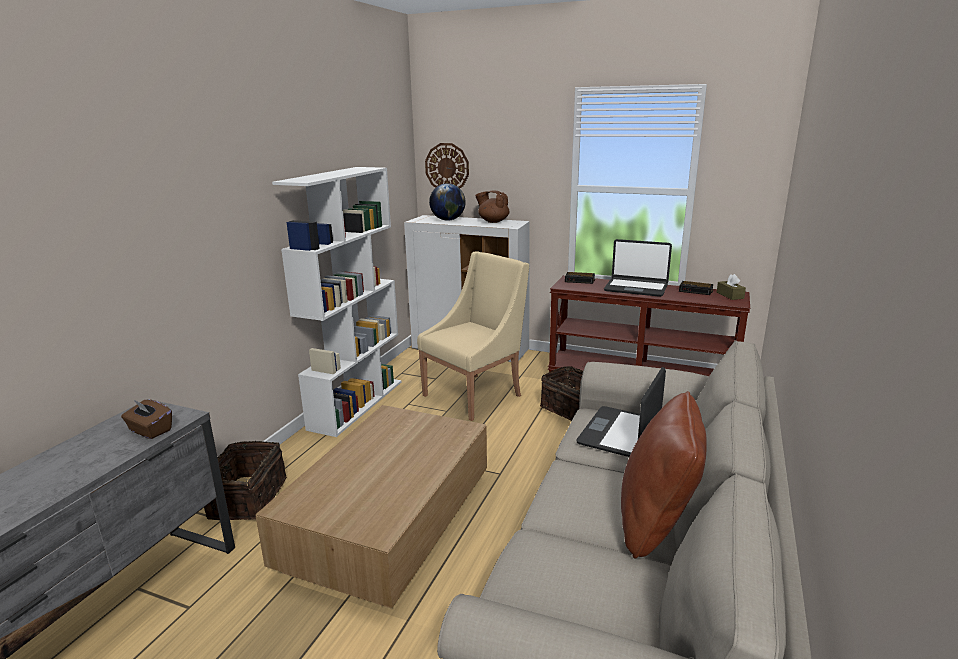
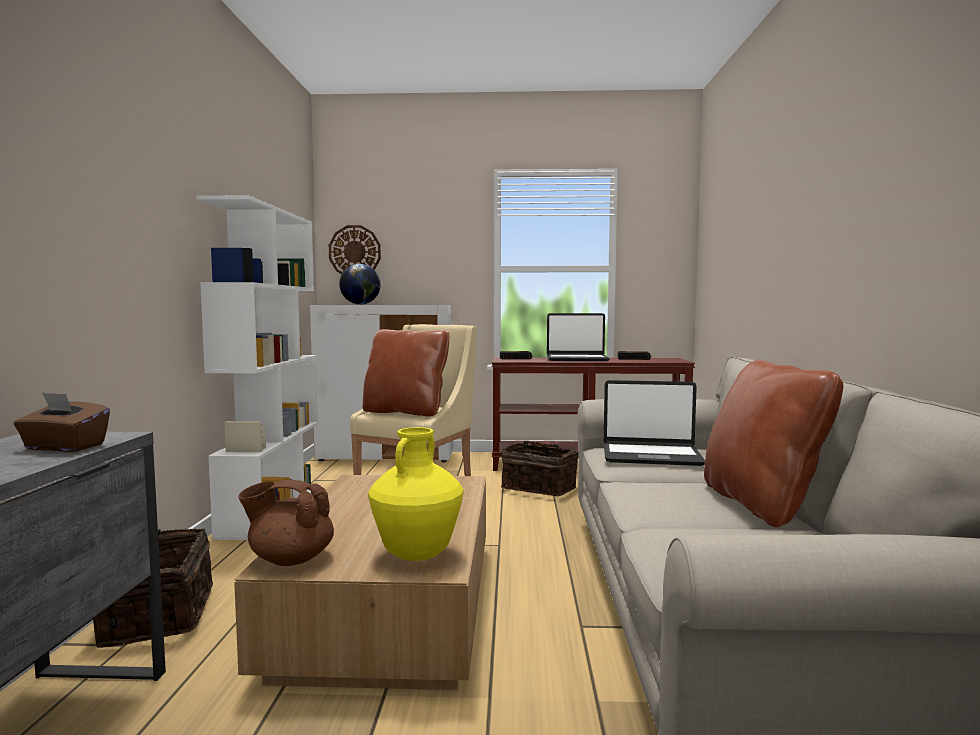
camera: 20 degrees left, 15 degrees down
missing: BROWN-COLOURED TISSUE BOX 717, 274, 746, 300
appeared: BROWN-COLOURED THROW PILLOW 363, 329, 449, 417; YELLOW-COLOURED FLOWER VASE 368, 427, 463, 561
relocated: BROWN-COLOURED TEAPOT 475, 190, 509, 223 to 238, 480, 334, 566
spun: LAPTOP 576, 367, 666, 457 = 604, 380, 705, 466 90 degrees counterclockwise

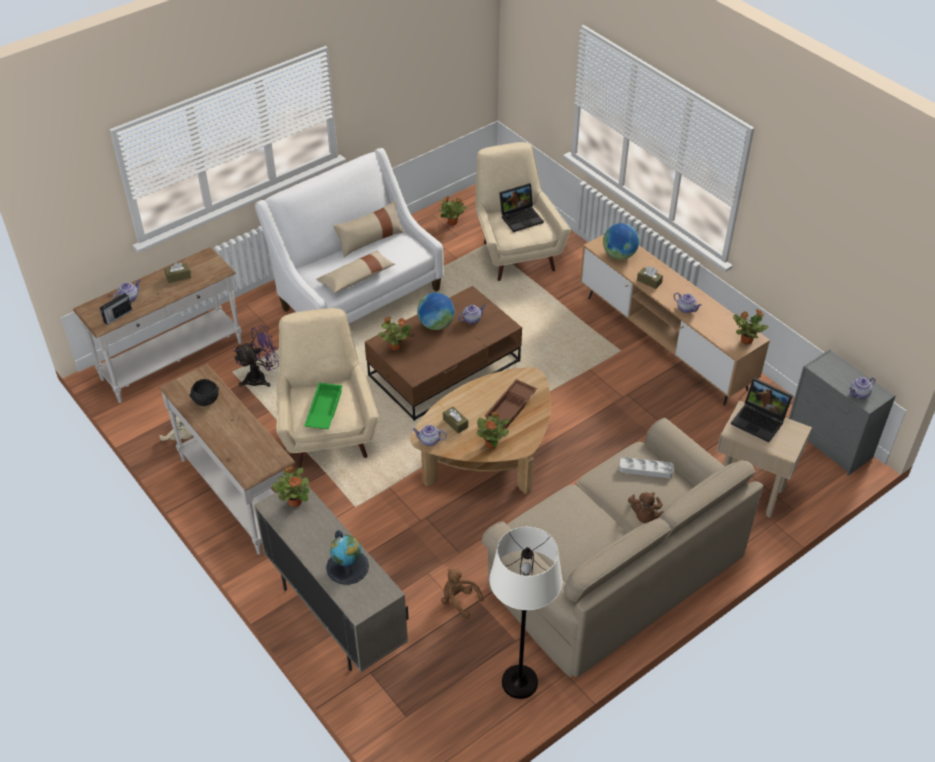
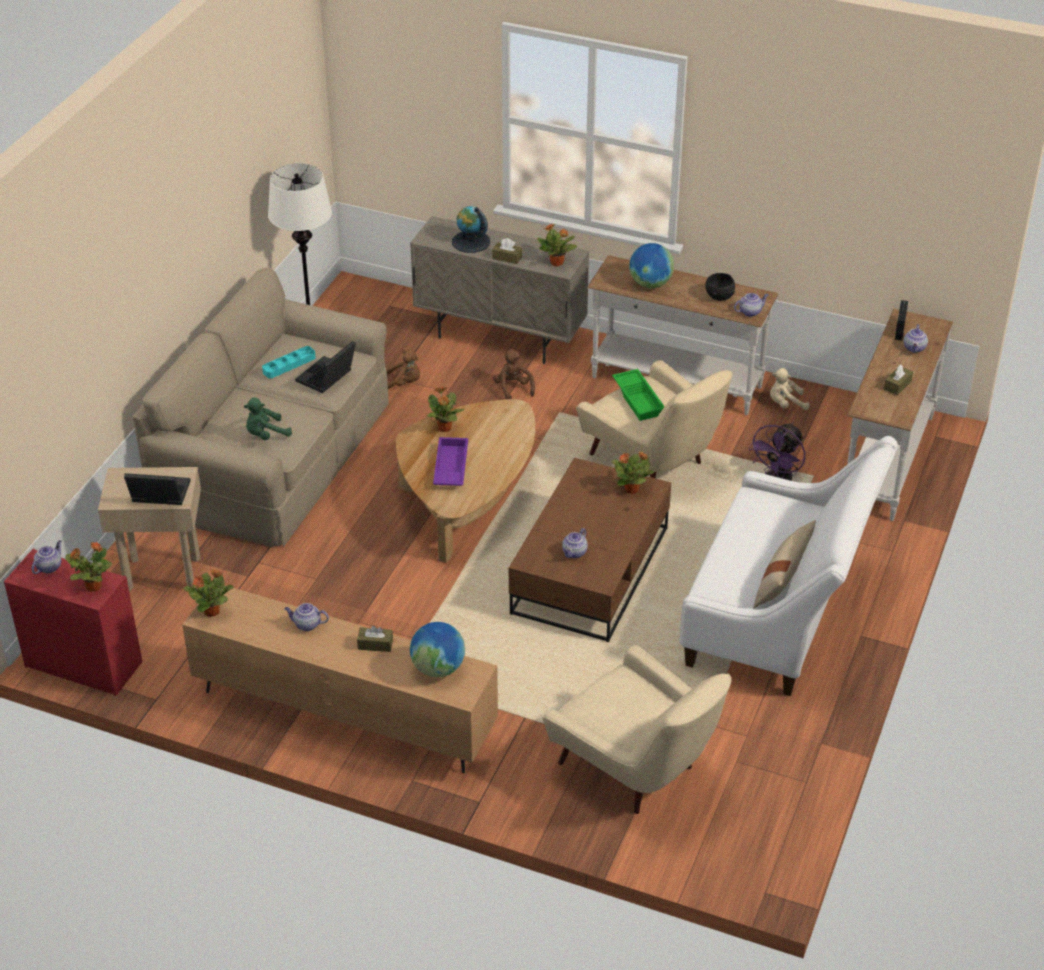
camera: 150 degrees right, 5 degrees down
missing: SAND-COLOURED THROW PILLOW 316, 250, 395, 293
appeared: TURQUOISE SERVING TRAY 262, 346, 316, 378
relocated: PLANT IN A POT 439, 196, 466, 226 to 65, 542, 113, 592; LAPTOP 499, 183, 544, 232 to 295, 341, 356, 393; BROWN-COLOURED TISSUE BOX 443, 407, 468, 433 to 492, 238, 522, 264; BROWN-COLOURED CUDDLY TOY 628, 492, 664, 523 to 493, 349, 535, 399; DESK GLOBE 417, 293, 455, 330 to 629, 243, 674, 288; TEAPOT 413, 425, 447, 446 to 734, 293, 768, 317
exchanged: GREYISH SERVING TRAY 619, 457, 673, 478 to GREEN-COLOURED CUDDLY TOY 244, 397, 292, 440
colour: GREYISH CHEST OF DRAWERS 789, 349, 896, 476 to RED-COLOURED CHEST OF DRAWERS 4, 549, 142, 696; BROWN-COLOURED SERVING TRAY 485, 379, 537, 429 to PURPLE-COLOURED SERVING TRAY 433, 437, 468, 486

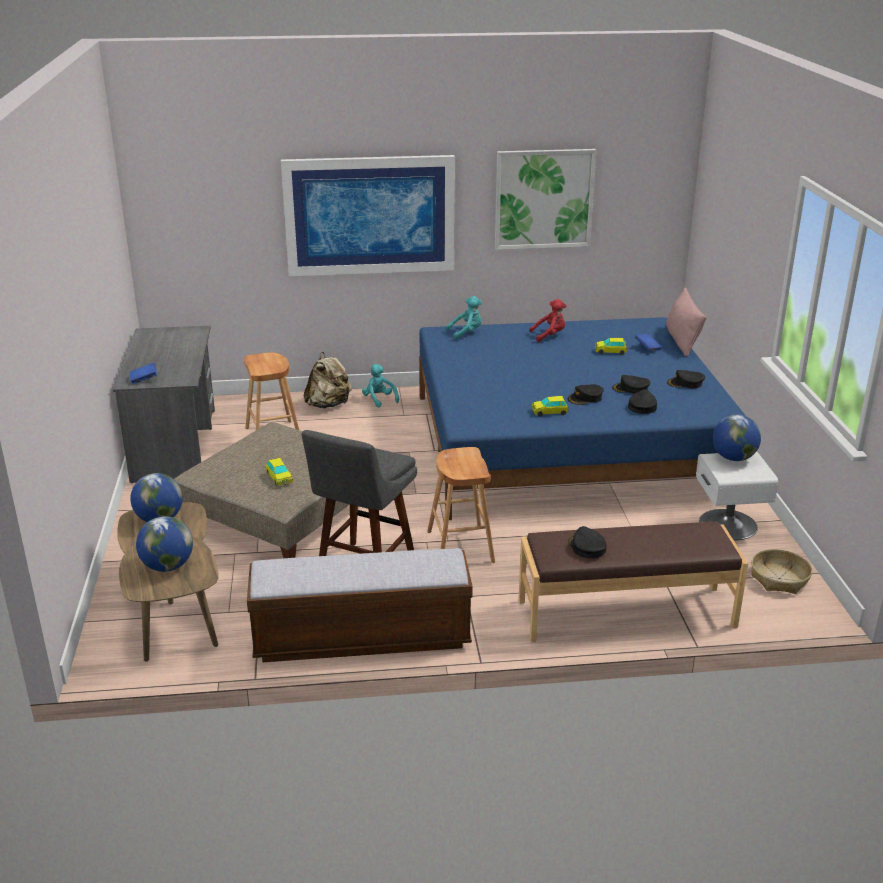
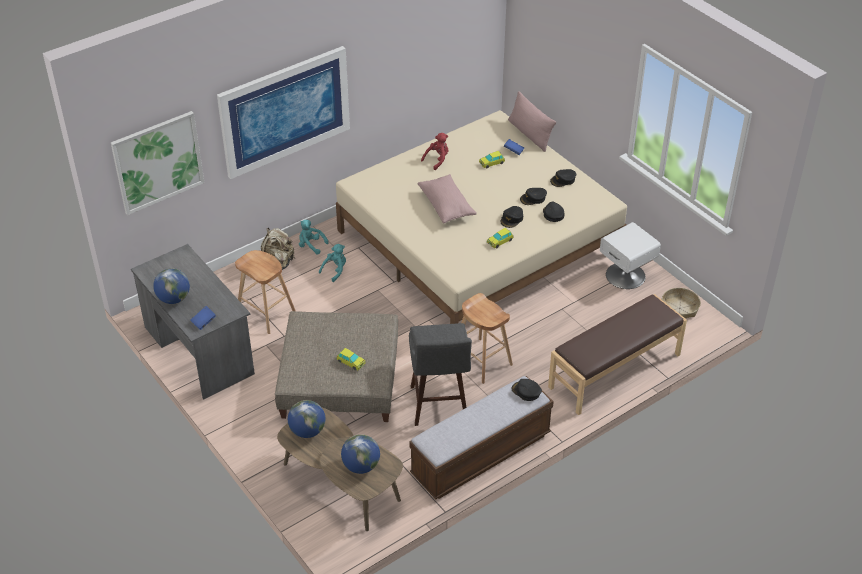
camera: 30 degrees left, 15 degrees up
appeared: PINKISH THROW PILLOW 418, 174, 477, 224
relocated: PICTURE 495, 149, 597, 250 to 111, 111, 205, 215; DESK GLOBE 713, 415, 761, 461 to 153, 268, 190, 304; TURQUOISE CUDDLY TOY 446, 296, 482, 340 to 319, 244, 346, 282; BLACK CAP 568, 526, 606, 558 to 512, 379, 542, 401
colour: BLUE-COLOURED BEDROOM BED 419, 317, 746, 520 to SAND-COLOURED BEDROOM BED 336, 110, 627, 324

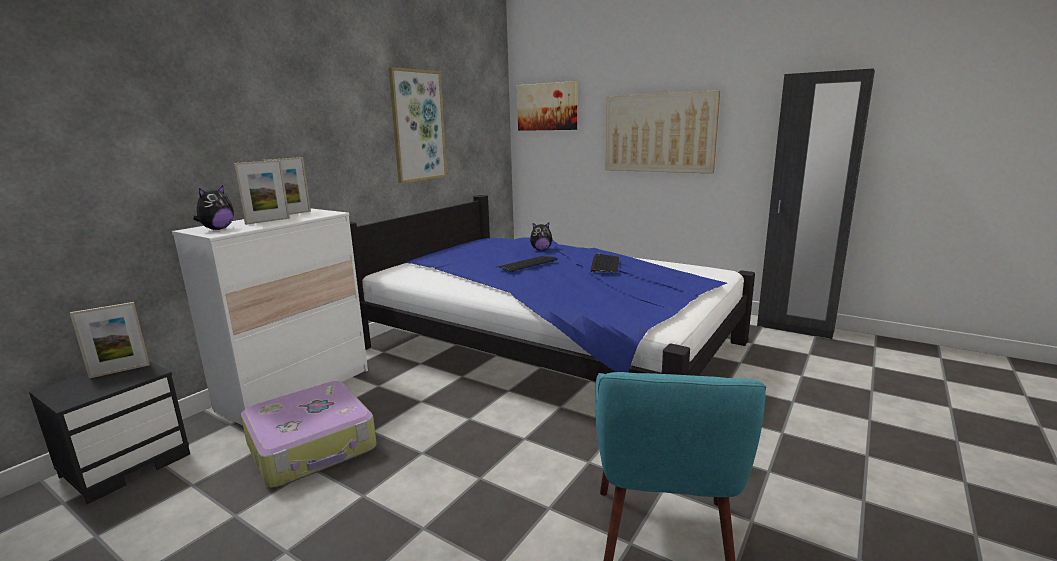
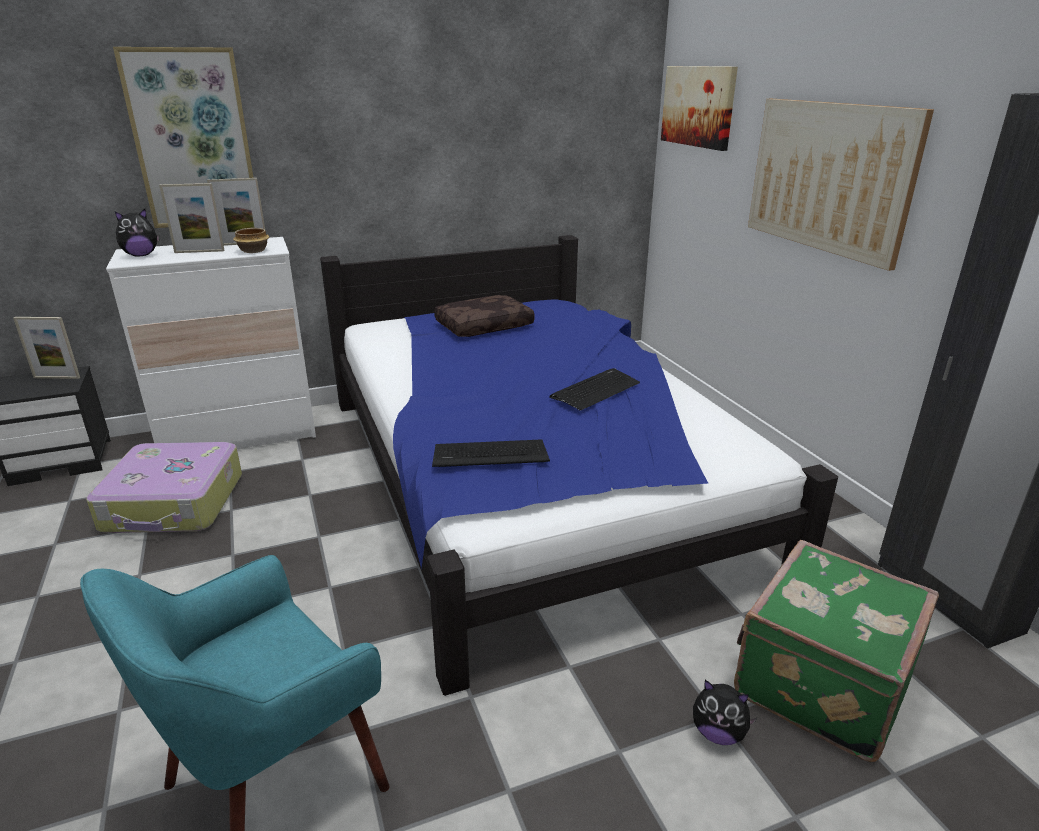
camera: 35 degrees right, 10 degrees up
appeared: BOWL 233, 228, 269, 253; BROWN-COLOURED THROW PILLOW 434, 295, 535, 337; GREEN-COLOURED TRAVEL CASE 734, 540, 939, 762
relocated: PICTURE 389, 67, 447, 183 to 113, 47, 254, 228; PC KEYBOARD 497, 256, 558, 272 to 432, 439, 550, 467; CUDDLY TOY 530, 222, 553, 250 to 693, 680, 757, 745

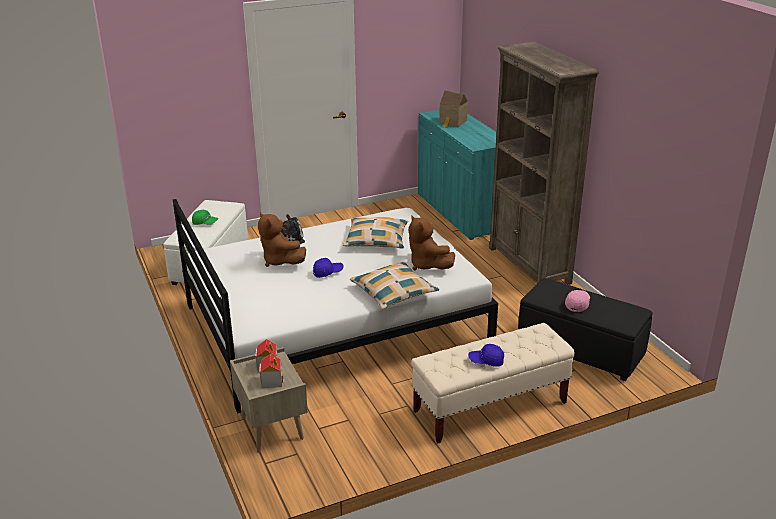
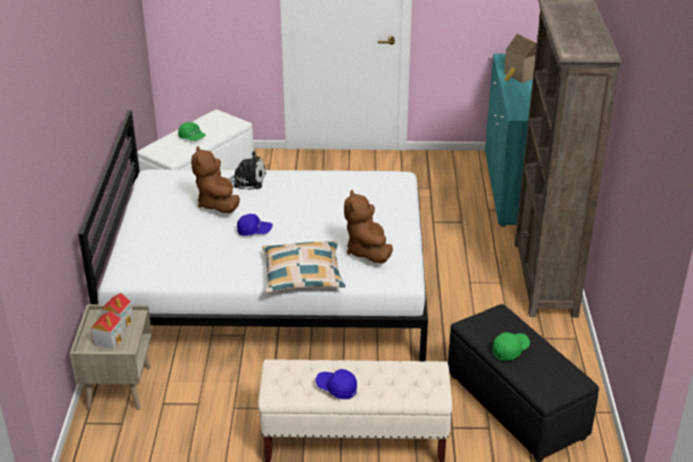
camera: 25 degrees right, 5 degrees up
missing: THROW PILLOW 343, 218, 408, 248
colour: PINKISH CAP 565, 290, 590, 312 to GREEN-COLOURED CAP 492, 332, 530, 361

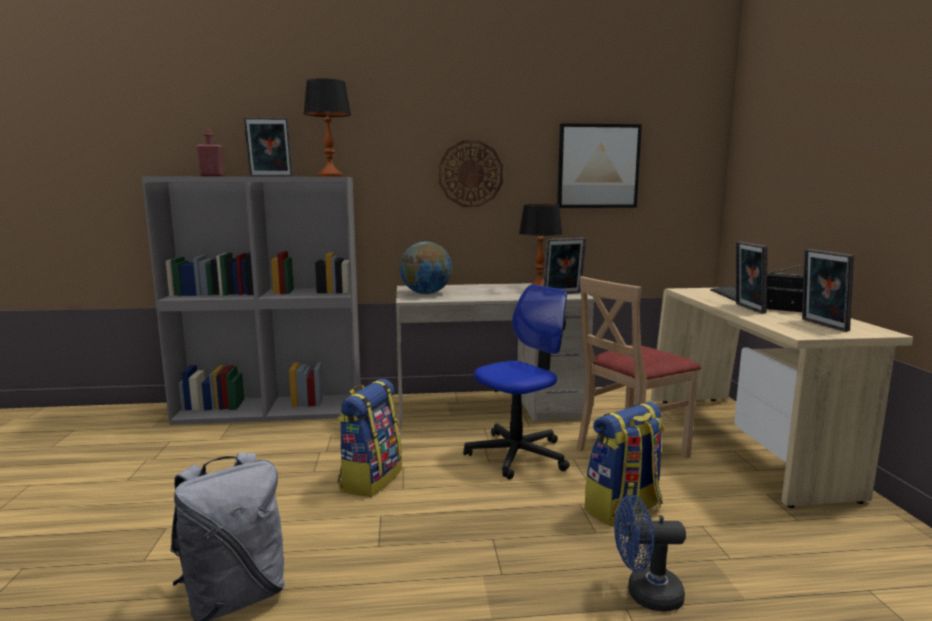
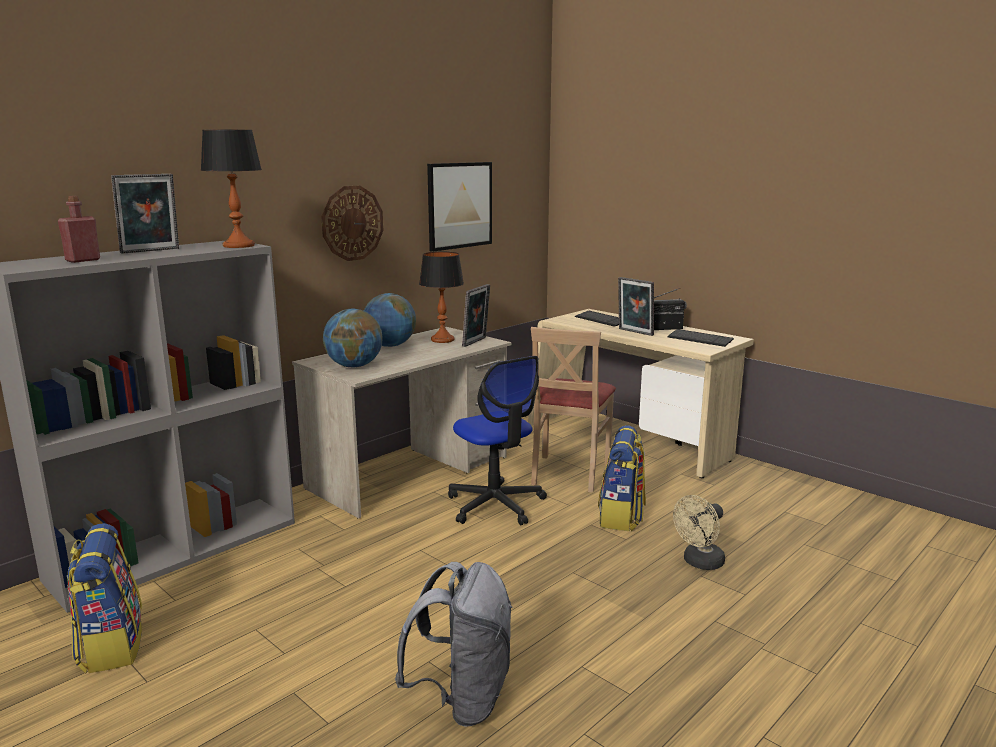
camera: 40 degrees left, 5 degrees up
appeared: DESK GLOBE 364, 293, 416, 347
relocated: BACKPACK 338, 379, 402, 497 to 67, 523, 142, 674
exchanged: STANDING FRAME 802, 249, 854, 332 to PC KEYBOARD 667, 329, 734, 347
colour: BLUE-COLOURED FAN 614, 495, 686, 611 to SAND-COLOURED FAN 673, 495, 725, 570
spun: OFFICE CHAIR 463, 284, 570, 480 = 448, 356, 547, 525 135 degrees clockwise

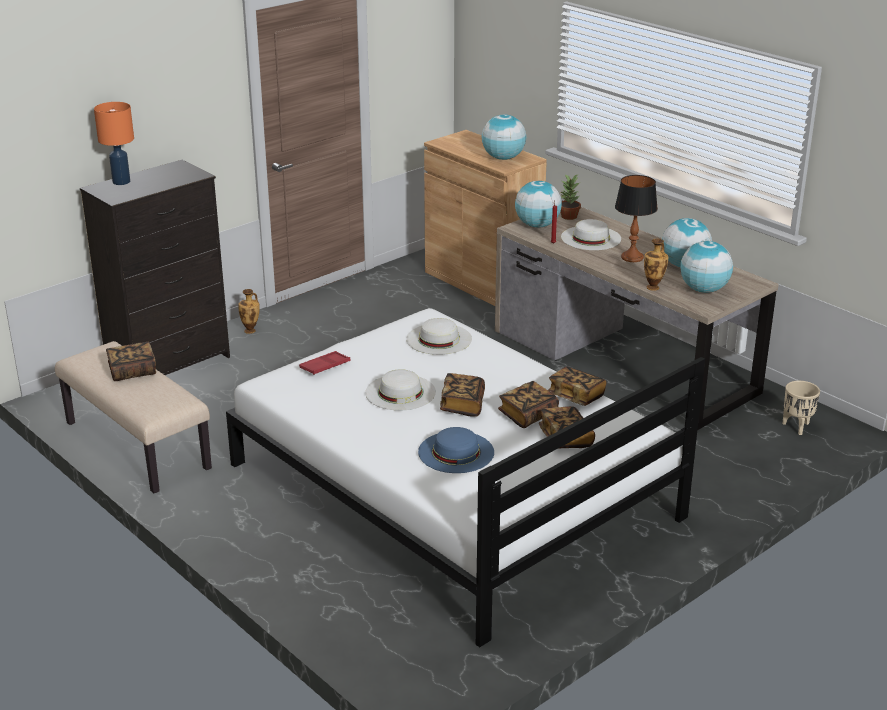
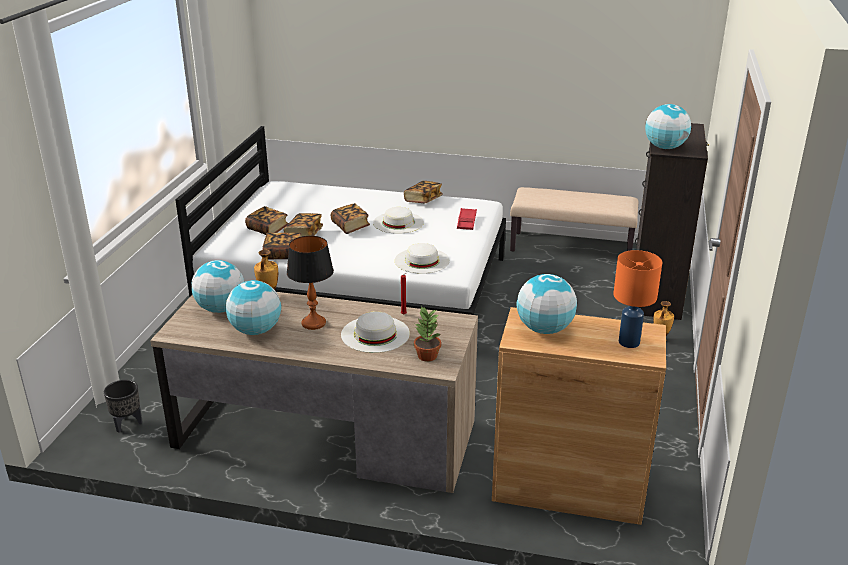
camera: 145 degrees right, 0 degrees up
missing: BLUE-COLOURED WEARABLE HAT 418, 427, 494, 473
relocated: BOUND BOOK 106, 342, 156, 381 to 404, 181, 443, 203; ORANGEY TABLE LAMP 94, 102, 134, 185 to 613, 250, 662, 348; DESK GLOBE 515, 181, 562, 228 to 645, 104, 691, 149
colour: SAND-COLOURED FLOWER POT 782, 381, 820, 435 to BLACK FLOWER POT 104, 380, 142, 433

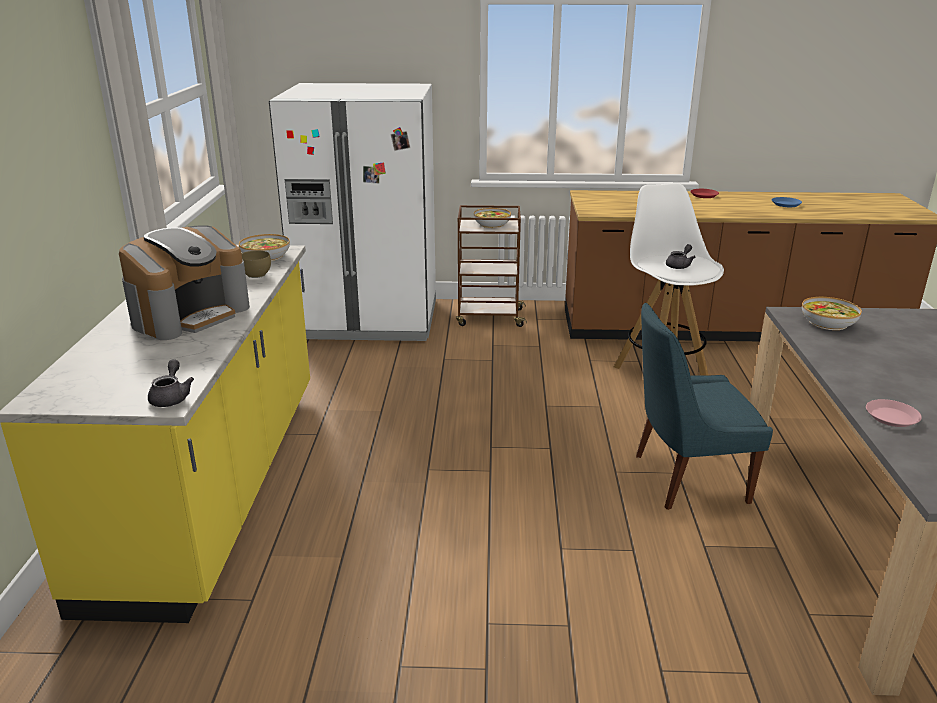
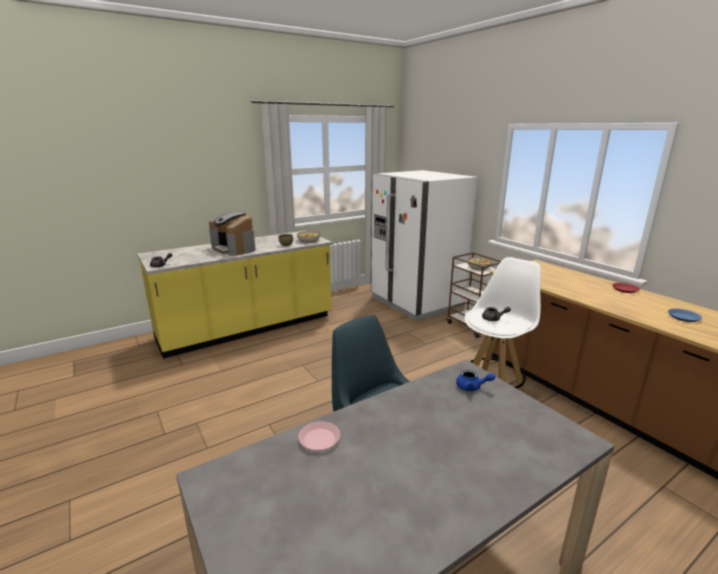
camera: 55 degrees right, 5 degrees down
exchanged: BOWL 802, 297, 862, 330 to BLUE-COLOURED TEAPOT 456, 370, 495, 391
spun: COFFEE MAKER 119, 225, 250, 340 = 209, 212, 256, 256 45 degrees clockwise

